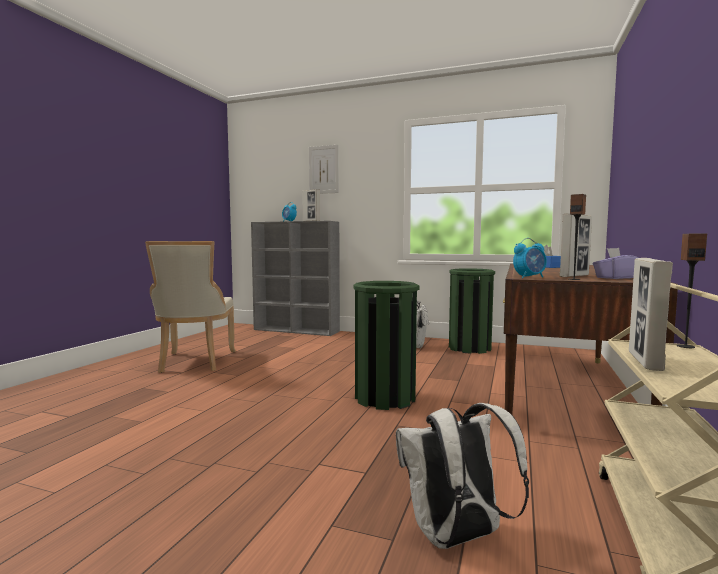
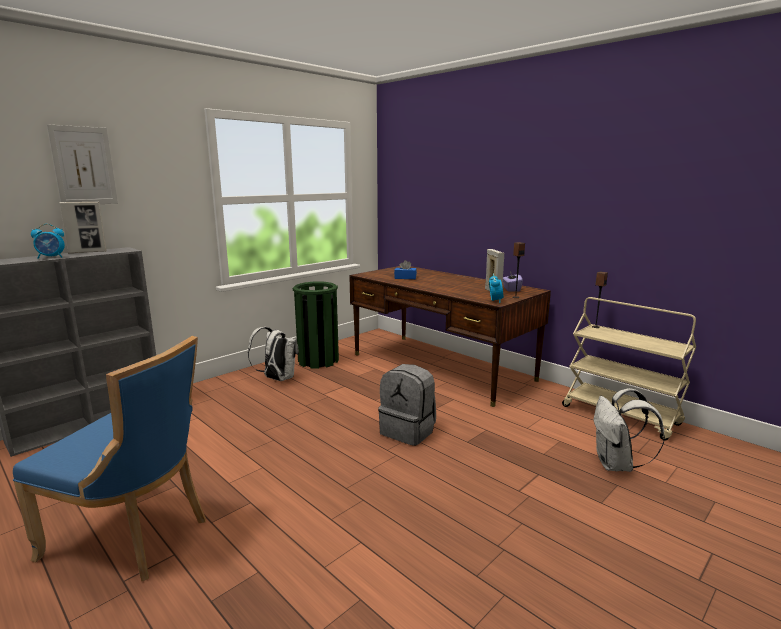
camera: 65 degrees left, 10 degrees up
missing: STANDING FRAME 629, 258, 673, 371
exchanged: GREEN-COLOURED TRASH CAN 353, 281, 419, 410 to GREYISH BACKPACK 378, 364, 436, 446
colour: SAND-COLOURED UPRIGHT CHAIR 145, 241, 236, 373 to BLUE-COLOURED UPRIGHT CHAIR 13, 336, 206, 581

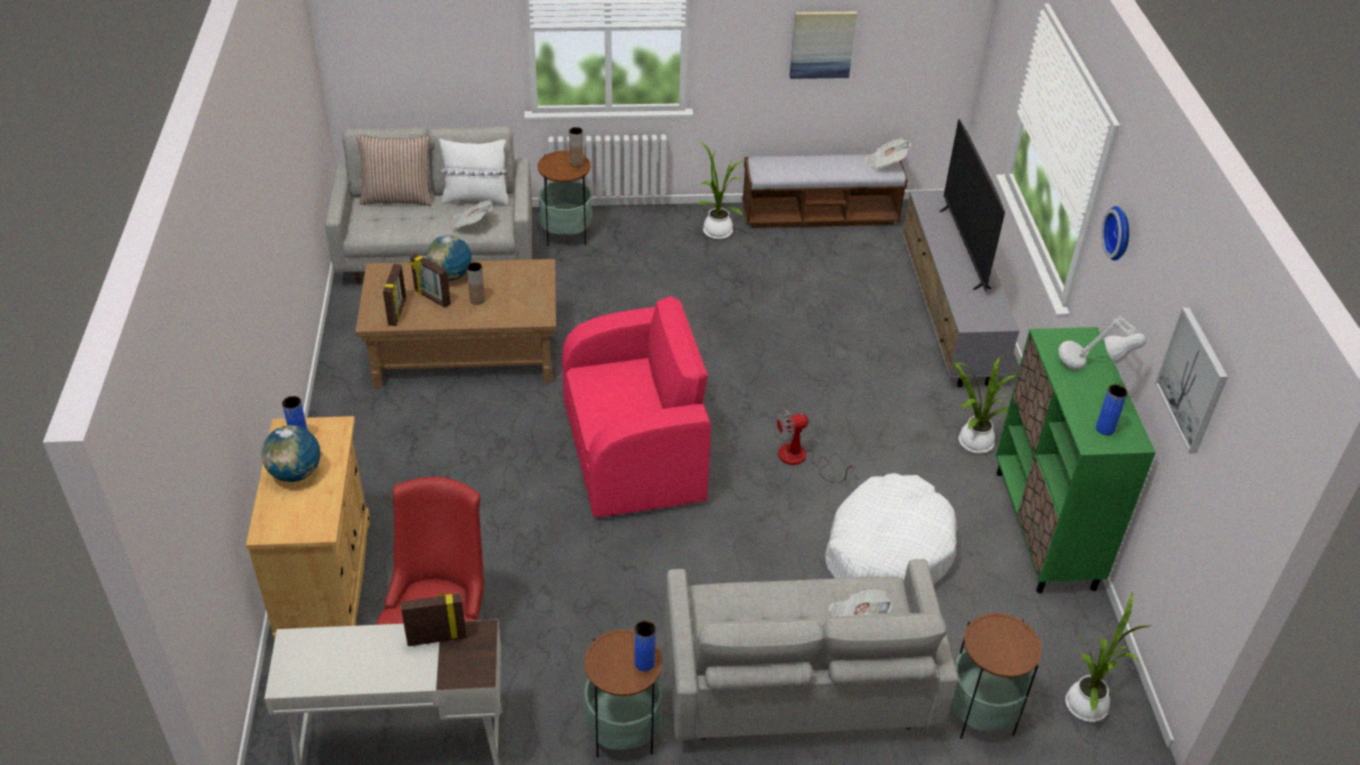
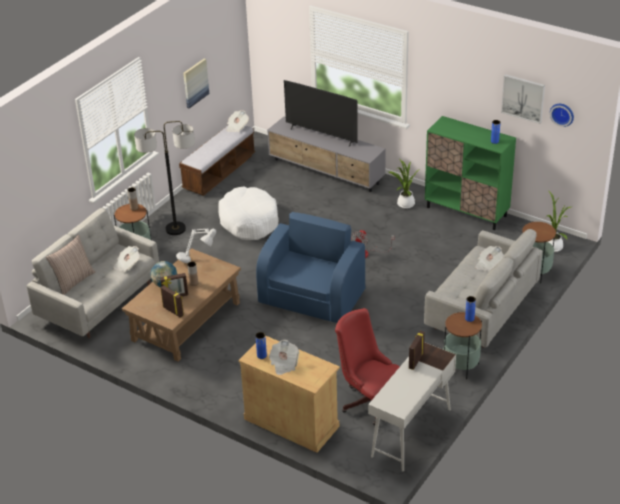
camera: 50 degrees left, 5 degrees down
missing: WHITE THROW PILLOW 439, 138, 509, 206; PLANT IN A POT 697, 140, 743, 239
appeared: FLOOR LAMP 134, 121, 195, 235
relocated: GREYISH TABLE LAMP 1059, 316, 1146, 370 to 176, 228, 216, 263; WHITE PET BED 825, 473, 957, 585 to 219, 187, 279, 240; WALL CLOCK 1101, 206, 1129, 261 to 550, 104, 574, 127
exchanged: DESK GLOBE 261, 425, 321, 482 to DAILY PAPER 269, 340, 299, 375
colour: PINKISH LOUNGE CHAIR 562, 296, 711, 517 to BLUE-COLOURED LOUNGE CHAIR 256, 212, 365, 323

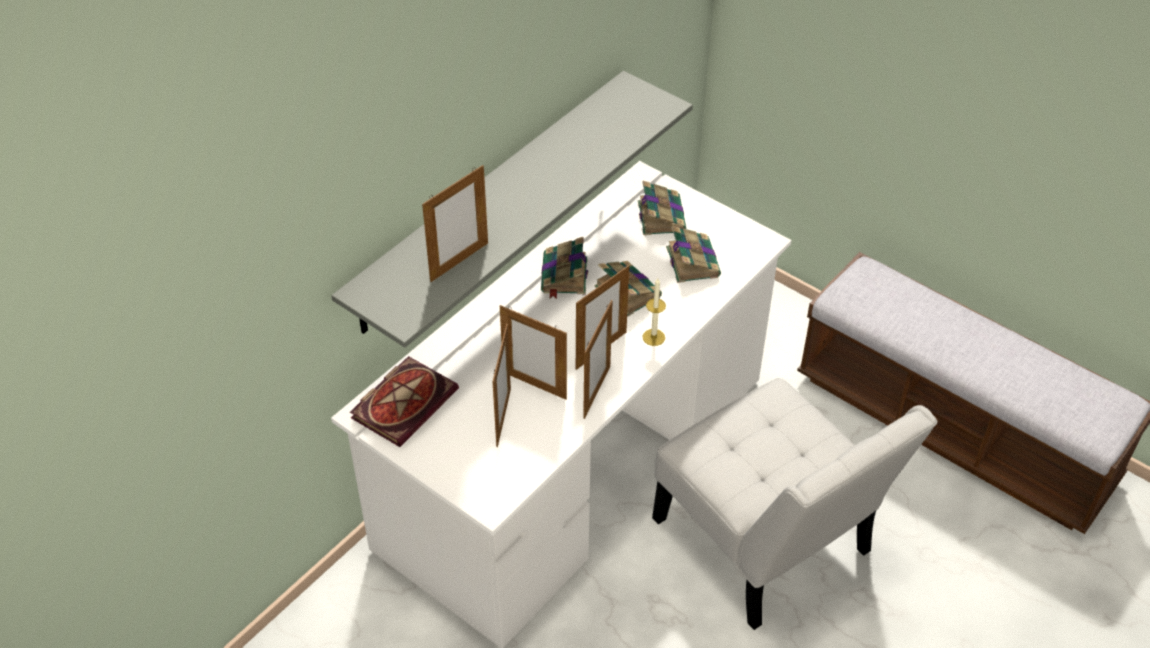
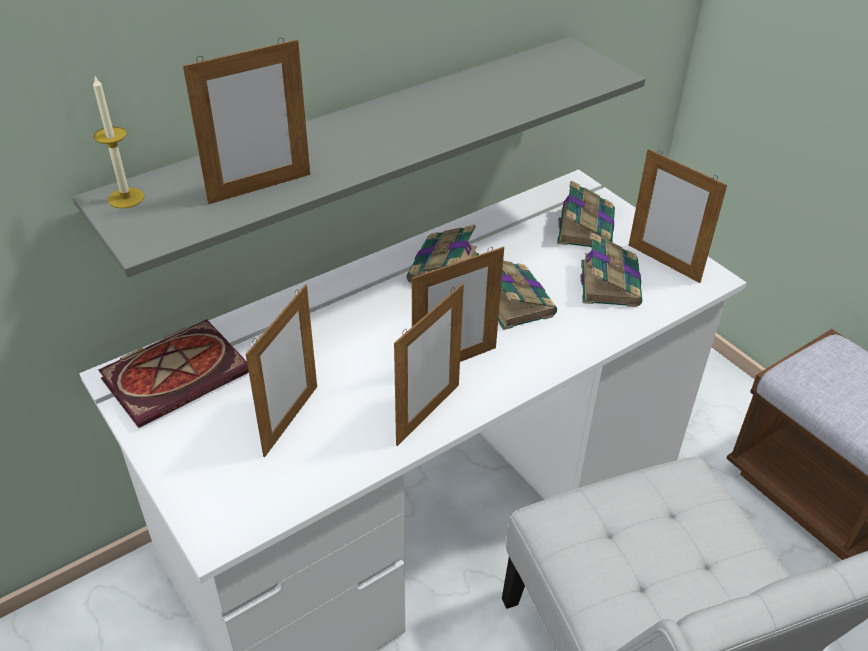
camera: 15 degrees right, 5 degrees down
relocated: CANDLE 643, 278, 666, 346 to 93, 76, 144, 209; STANDING FRAME 500, 305, 567, 400 to 629, 149, 727, 283

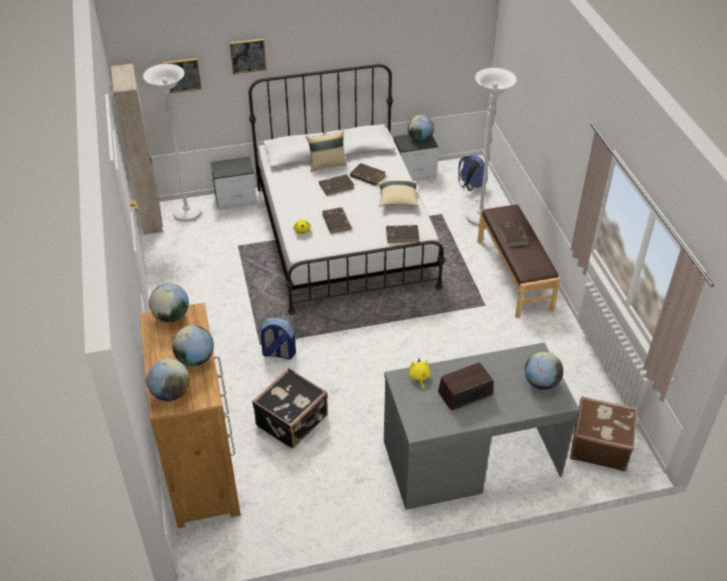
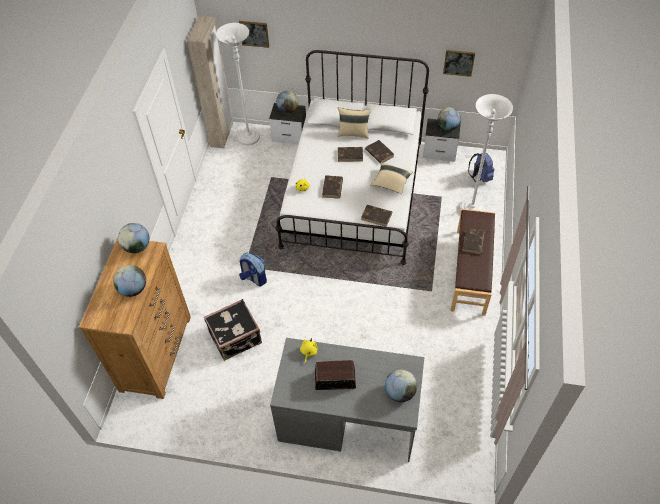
camera: 25 degrees right, 10 degrees up
missing: BROWN-COLOURED TRAVEL CASE 570, 396, 638, 471
relocated: DESK GLOBE 146, 359, 190, 401 to 276, 91, 298, 113; PICTURE 230, 39, 266, 74 to 443, 50, 475, 77

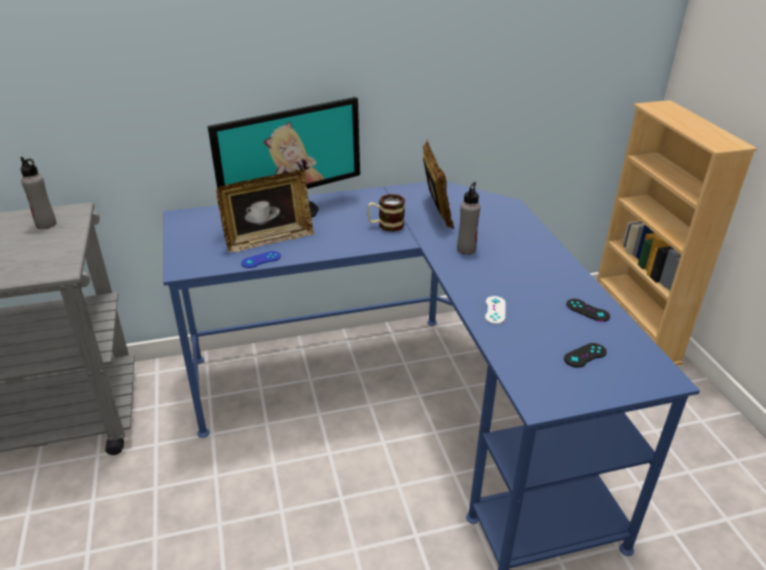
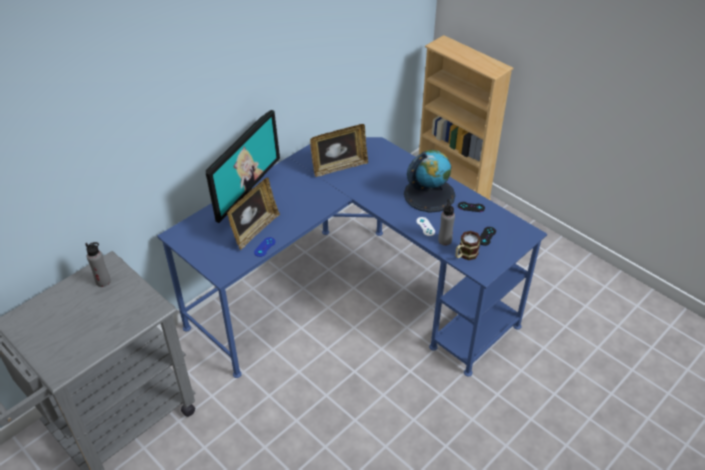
camera: 30 degrees left, 10 degrees up
appeared: DESK GLOBE 404, 150, 455, 213
relocated: GREYISH DRINK BOTTLE 457, 182, 481, 255 to 438, 199, 455, 246; MUG 367, 194, 405, 232 to 455, 231, 481, 260
spun: STANDING FRAME 423, 139, 454, 229 = 310, 124, 368, 177 105 degrees clockwise

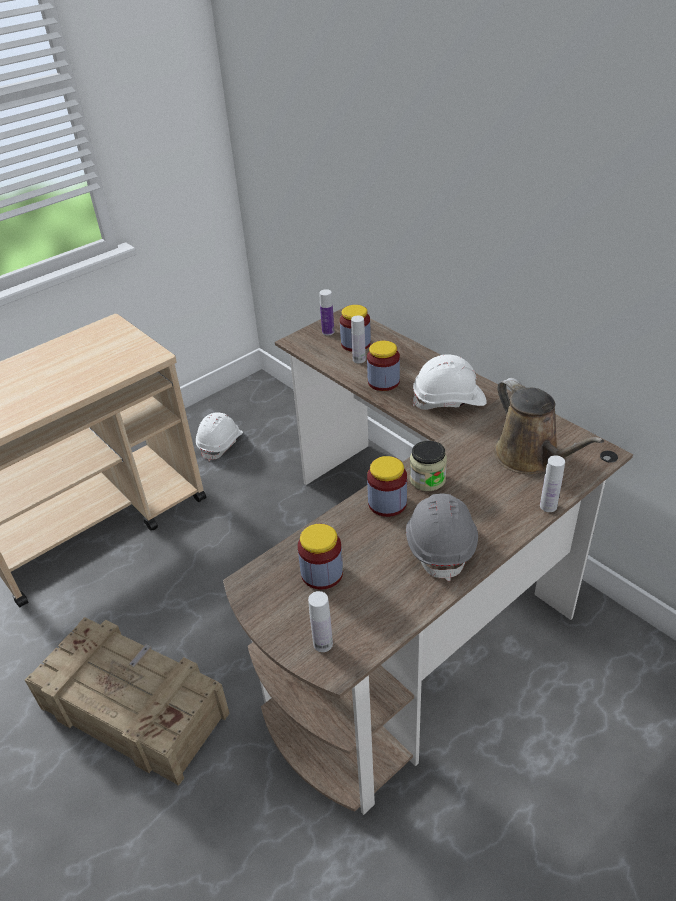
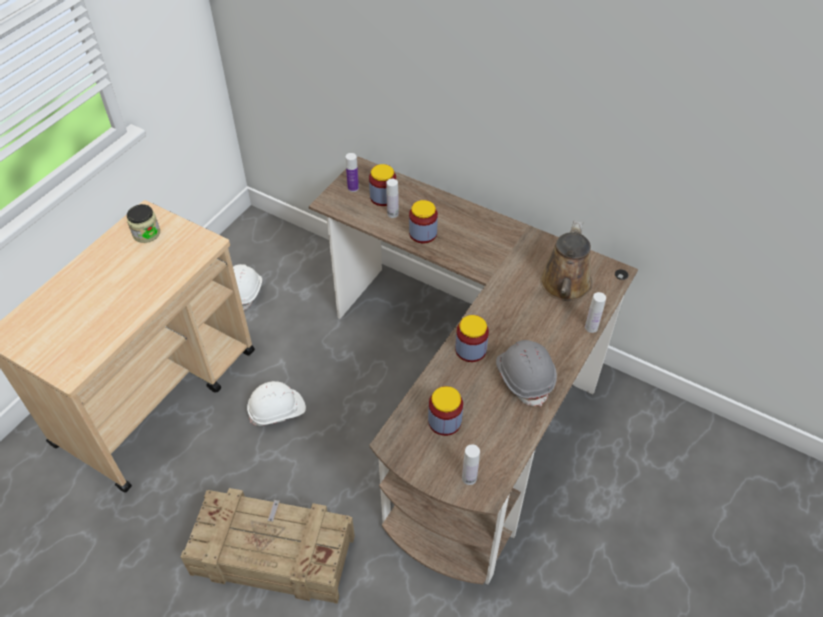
camera: 20 degrees left, 10 degrees up
relocated: PRESERVE JAR 410, 441, 447, 491 to 127, 204, 160, 243; WHITE WORK HELMET 413, 354, 487, 410 to 247, 381, 306, 426
spun: BROWN-COLOURED WATERING POT 494, 378, 604, 475 = 540, 221, 592, 301 60 degrees clockwise

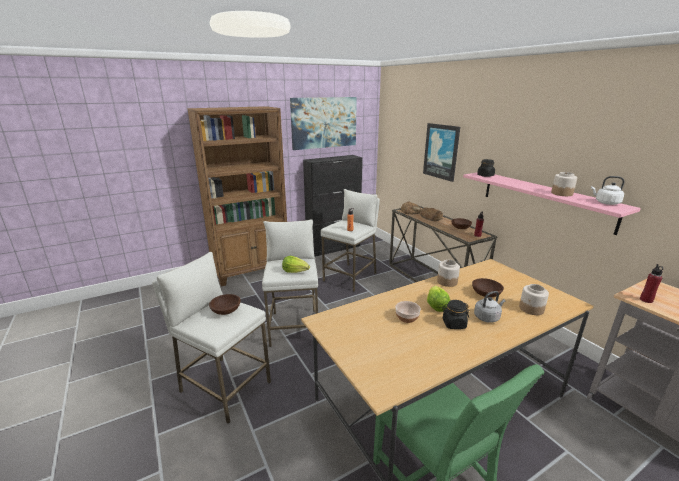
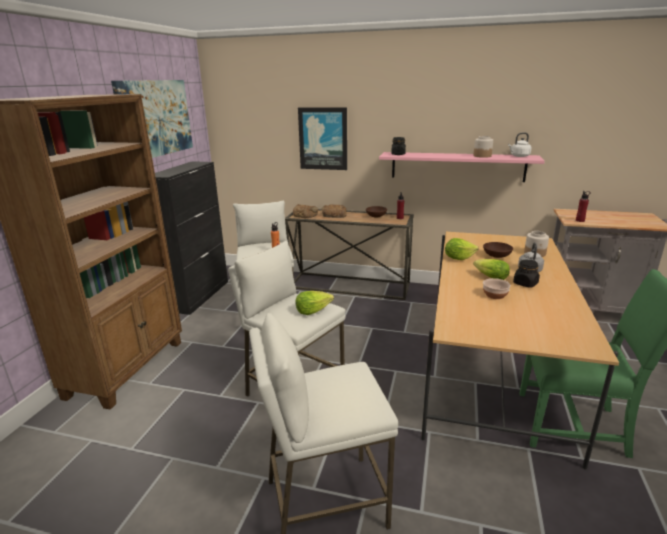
camera: 45 degrees left, 0 degrees up
missing: BROWN-COLOURED BOWL 209, 294, 241, 315
exchanged: PRESERVE JAR 437, 260, 460, 287 to LETTUCE HEAD 445, 238, 478, 260

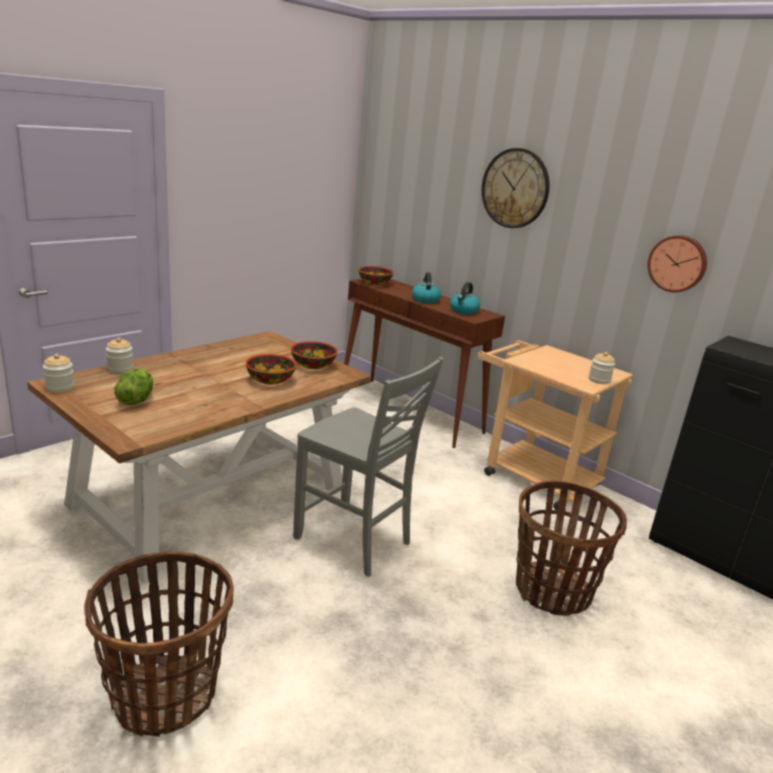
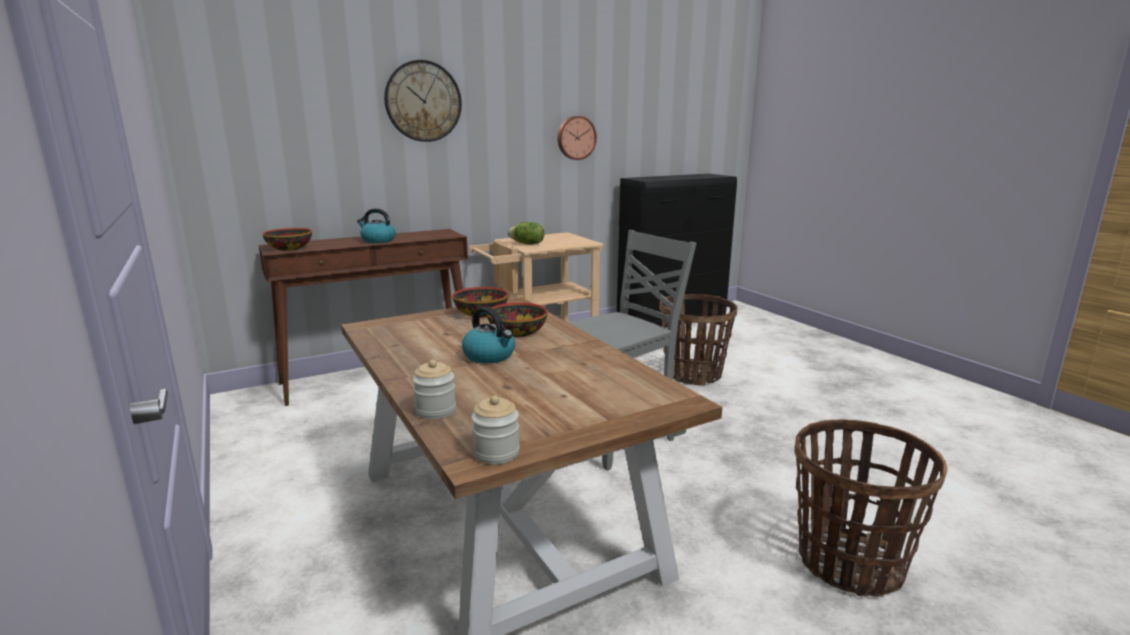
camera: 70 degrees left, 5 degrees down
missing: PRESERVE JAR 589, 352, 615, 384
relocated: WATER KETTLE 450, 282, 480, 314 to 462, 307, 515, 363; LETTUCE HEAD 114, 369, 153, 405 to 508, 222, 544, 244

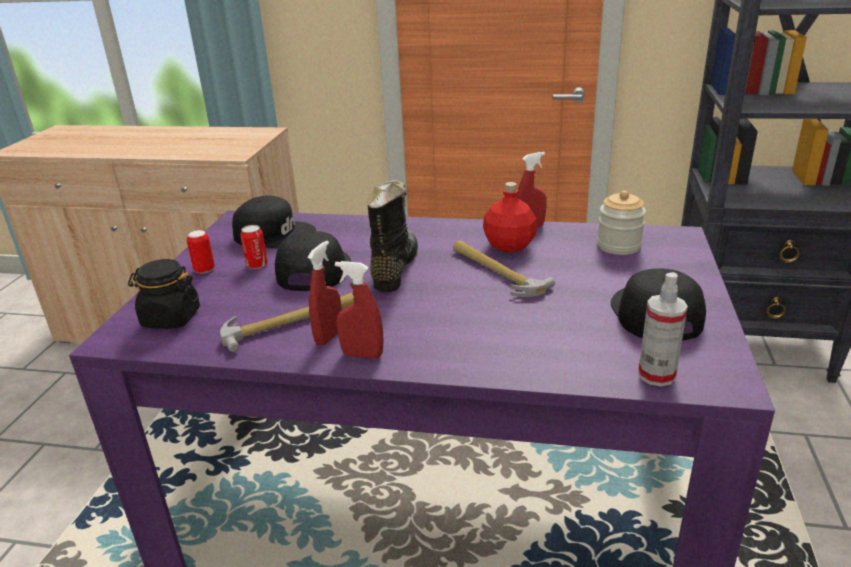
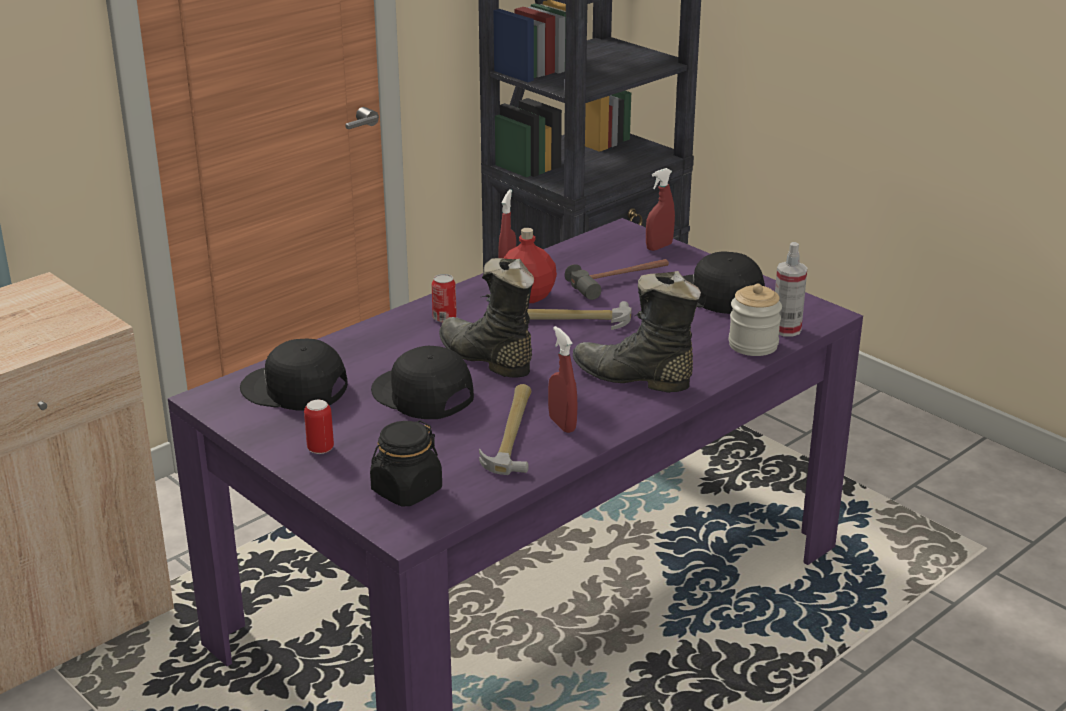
camera: 55 degrees left, 0 degrees up
appeared: HAND HAMMER 565, 259, 669, 300; BLACK HIGH-TOP BOOT 573, 271, 701, 393
relocated: CAN 240, 225, 268, 269 to 432, 274, 457, 323; RED-COLOURED SPRAYER 335, 261, 384, 359 to 646, 168, 675, 251; PRESERVE JAR 597, 190, 646, 255 to 729, 284, 782, 356
spun: BLACK CAP 232, 196, 316, 248 = 240, 339, 348, 411 120 degrees counterclockwise

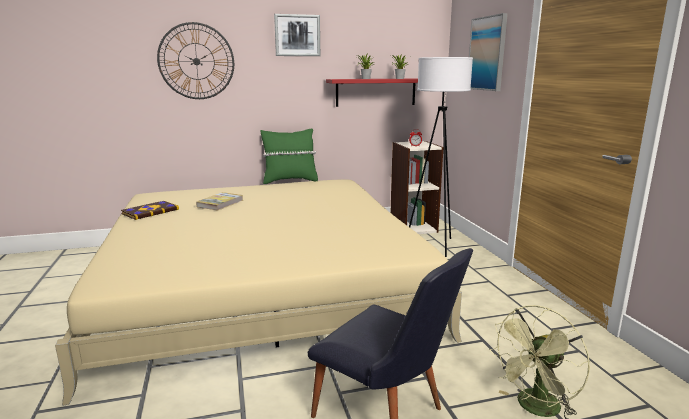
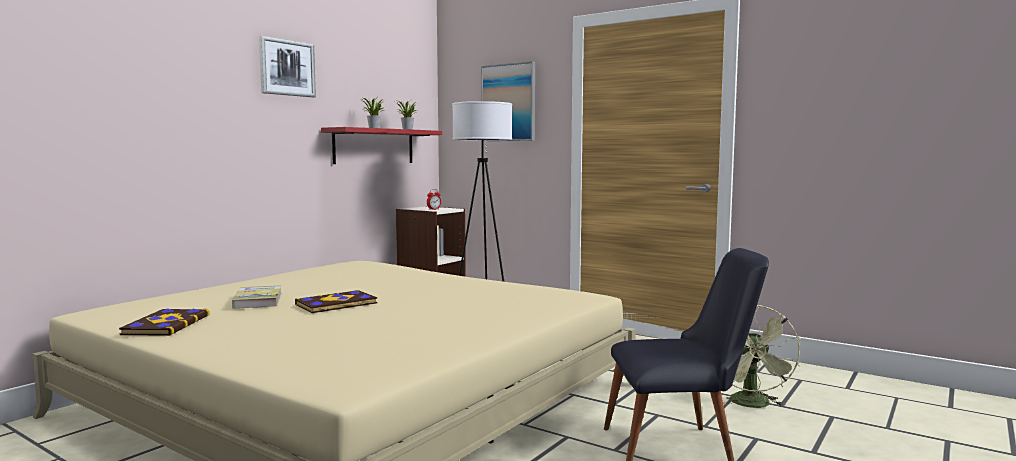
camera: 40 degrees left, 10 degrees down
missing: WALL CLOCK 157, 22, 234, 99; GREEN-COLOURED THROW PILLOW 261, 129, 318, 184
appeared: BOUND BOOK 295, 290, 377, 313

